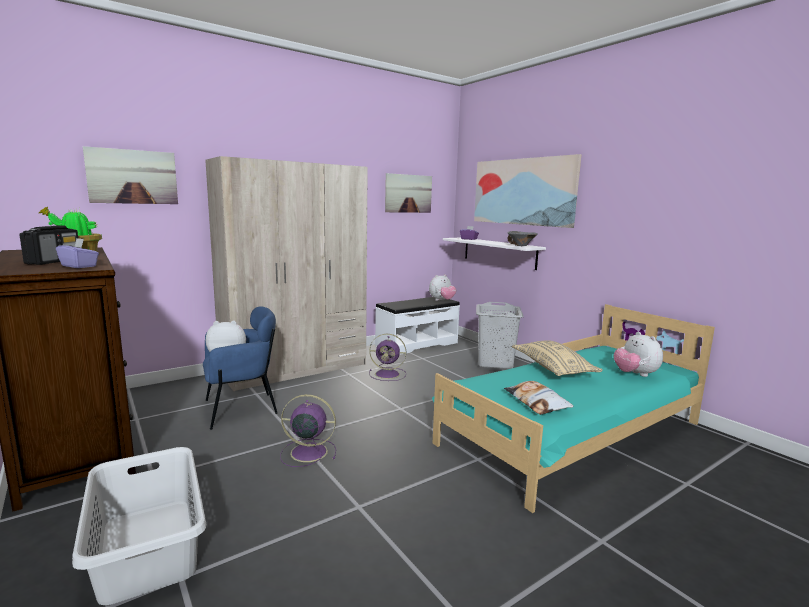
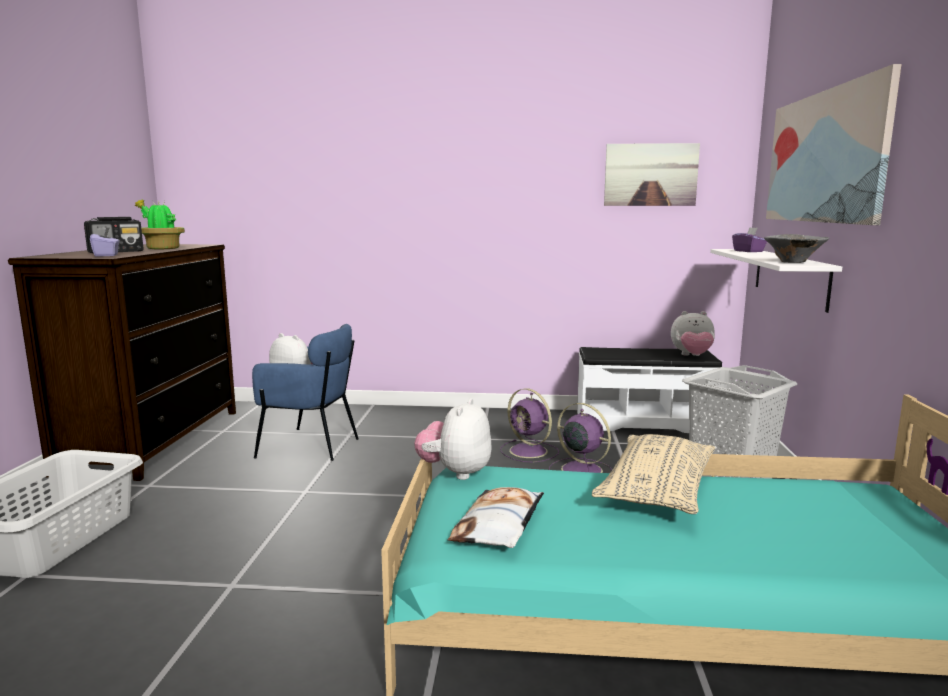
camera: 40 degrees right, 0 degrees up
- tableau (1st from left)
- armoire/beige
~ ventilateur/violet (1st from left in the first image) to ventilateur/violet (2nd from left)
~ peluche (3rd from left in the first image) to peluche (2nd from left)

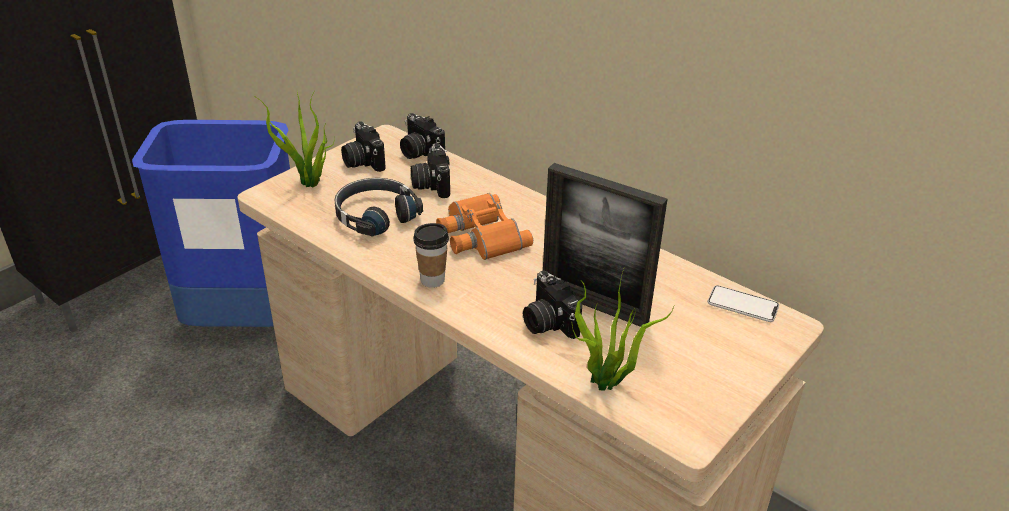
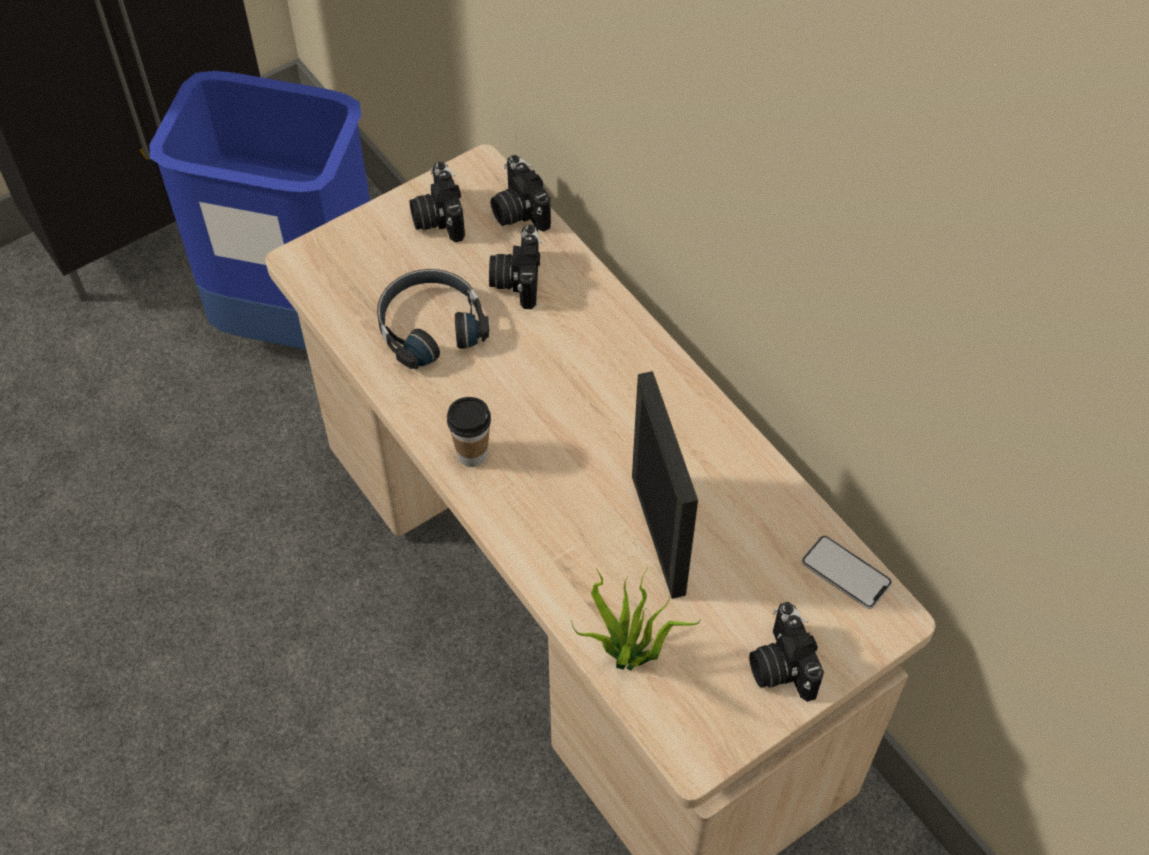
camera: 15 degrees right, 20 degrees up
- plante en pot (1st from left)
- jumelles/orange
~ appareil photo (4th from left)
~ cadre photo 150 degrees counterclockwise

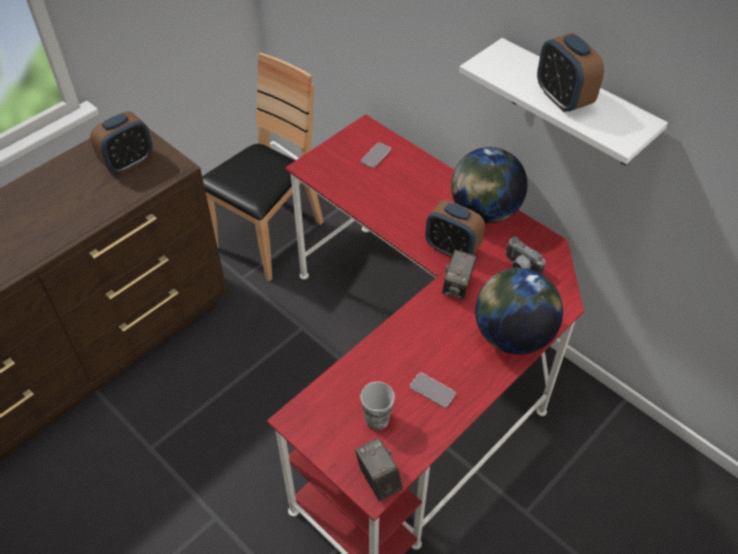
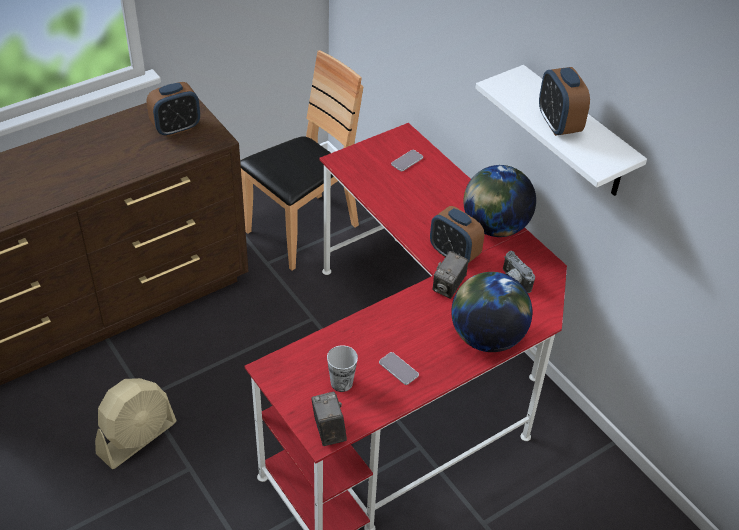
camera: 10 degrees right, 5 degrees down
+ ventilateur/beige

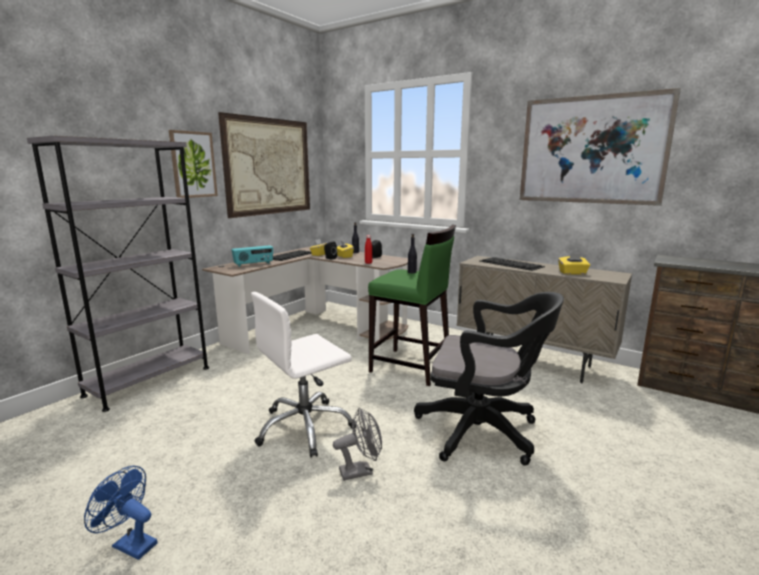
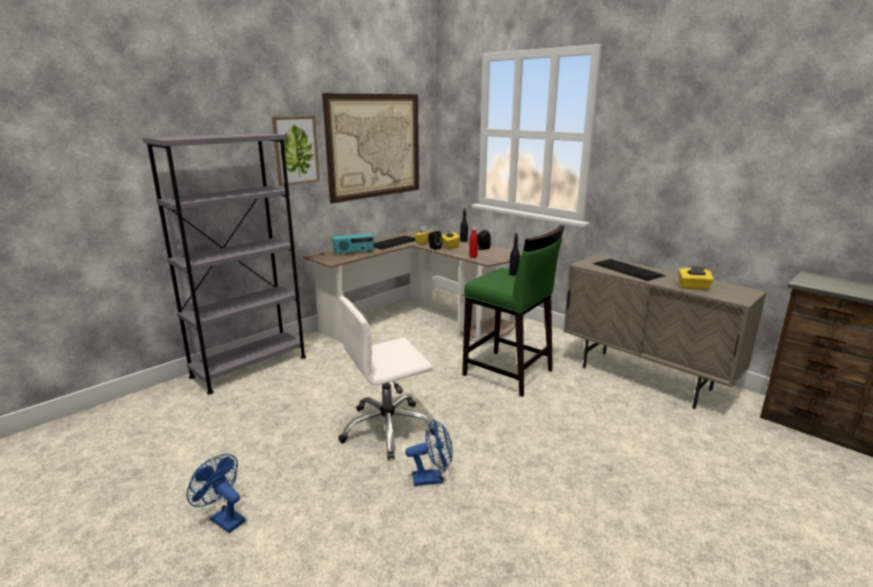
camera: 10 degrees right, 5 degrees up
~ ventilateur/gris to ventilateur/bleu (2nd from left)
- chaise de bureau/noir
- tableau (3rd from left)

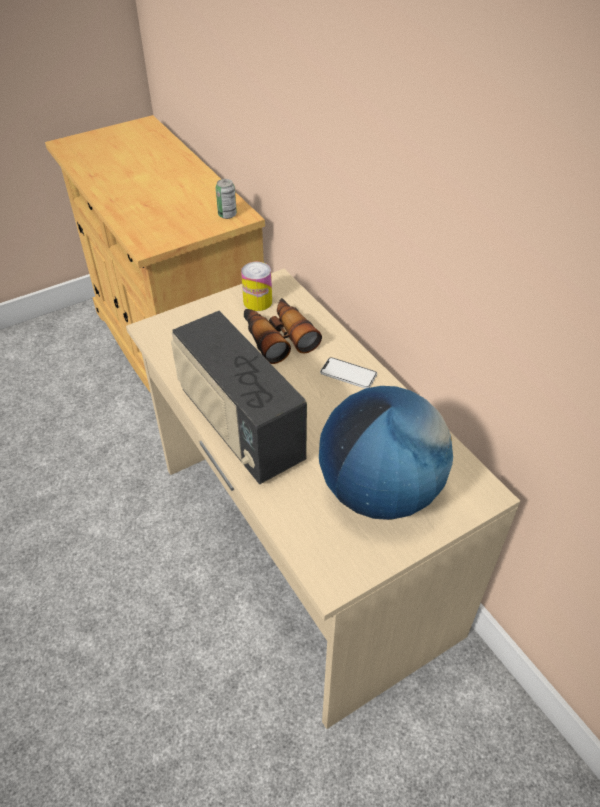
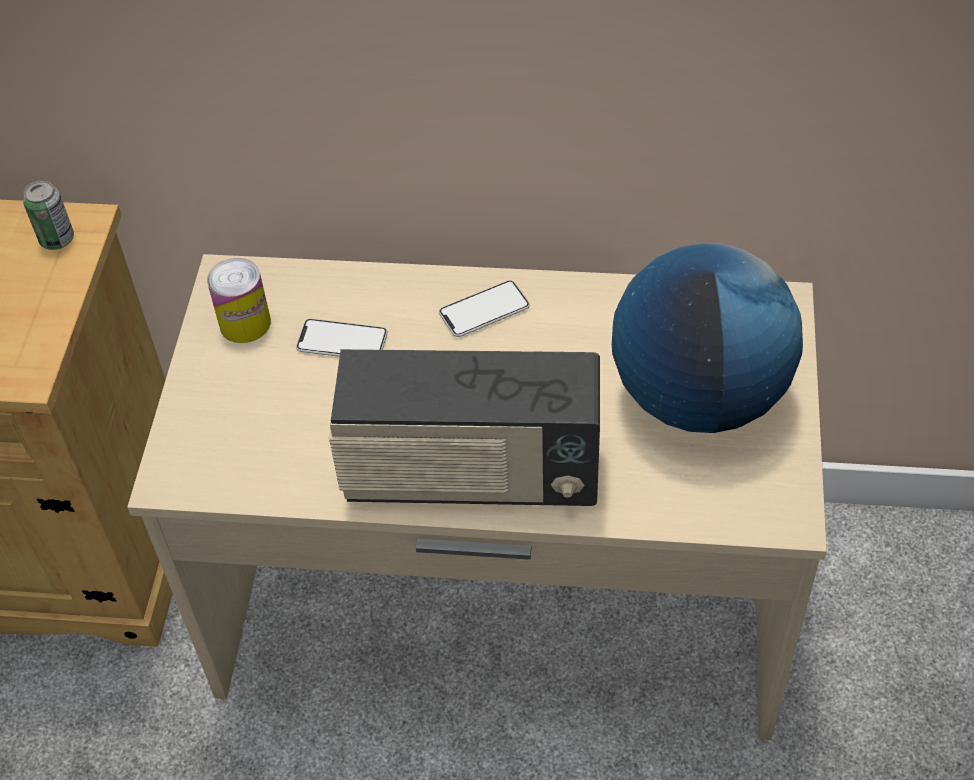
camera: 50 degrees left, 5 degrees up
~ jumelles to téléphone (1st from left)

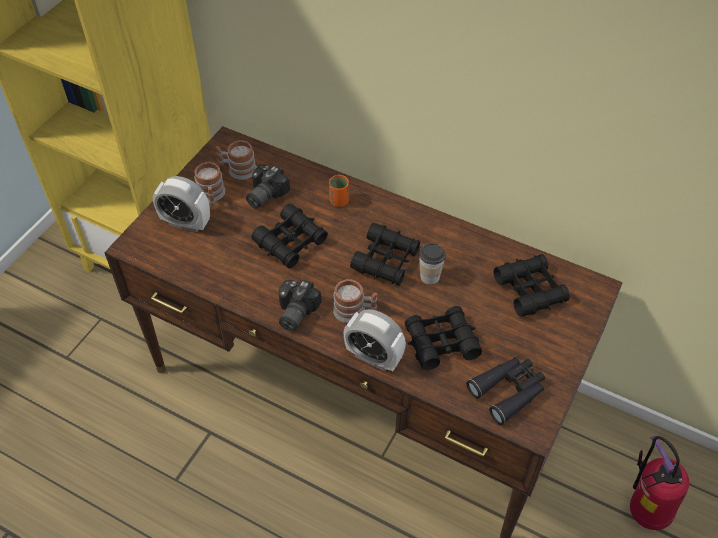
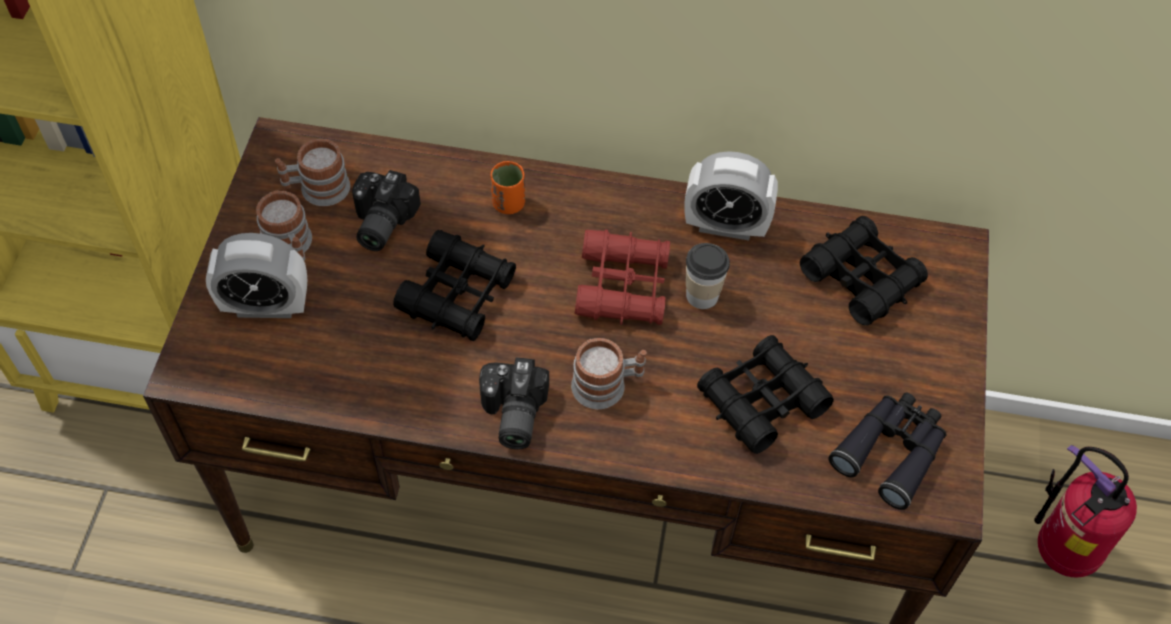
camera: 20 degrees left, 5 degrees up
~ réveil (2nd from left)
~ jumelles/noir (2nd from left) to jumelles/rouge

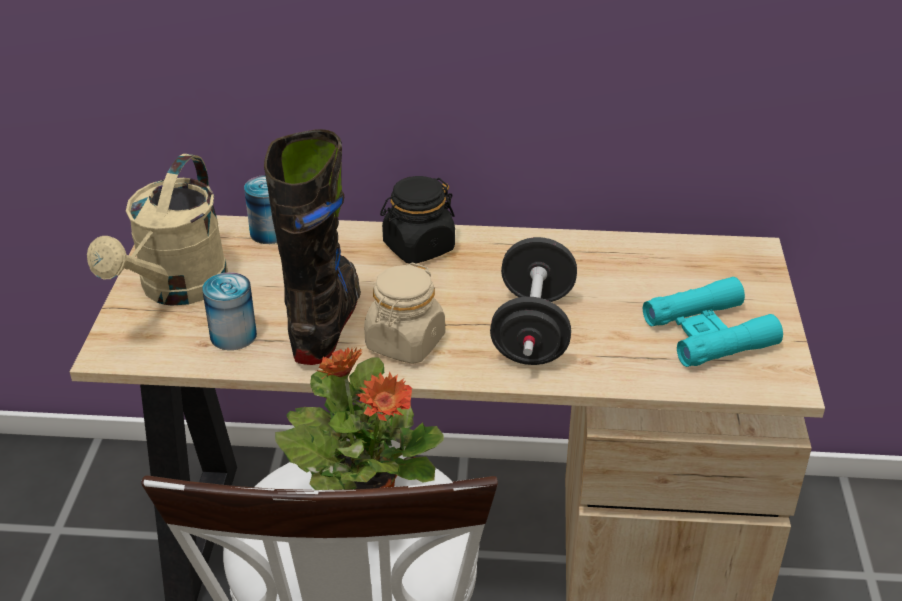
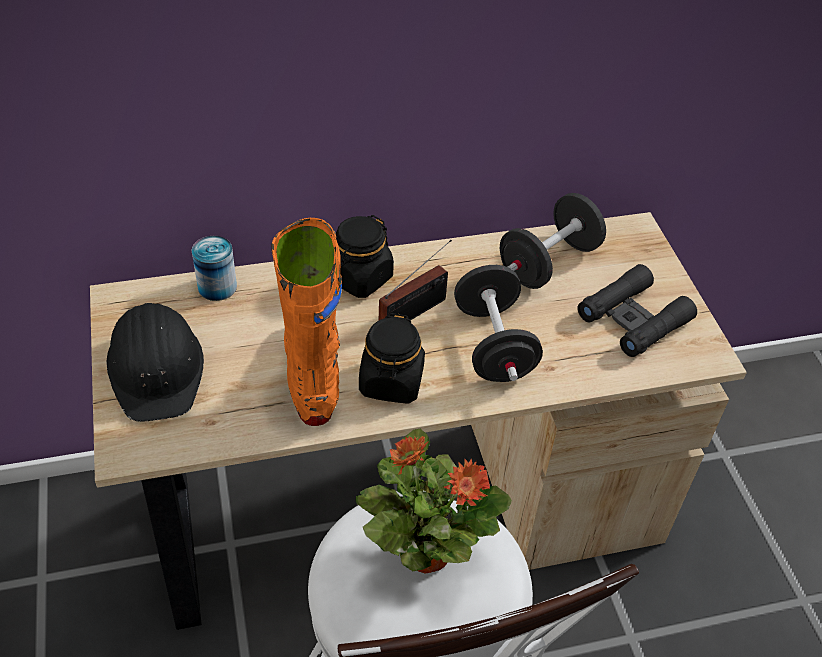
camera: 20 degrees left, 10 degrees up
~ arrosoir/beige to casque de chantier/noir
- boîte métallique (1st from left)
~ botte/noir to botte/orange
~ bocal/beige to bocal/noir (2nd from left)
~ jumelles/turquoise to jumelles/noir
+ radio
+ haltère/noir (2nd from left)

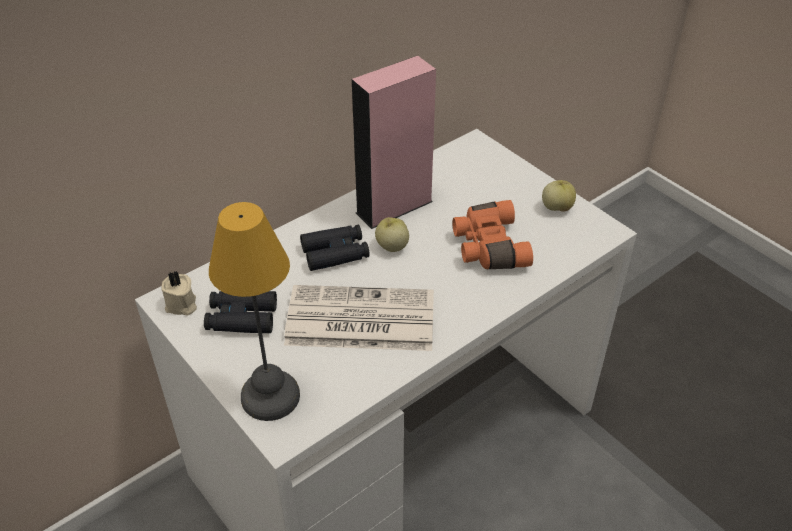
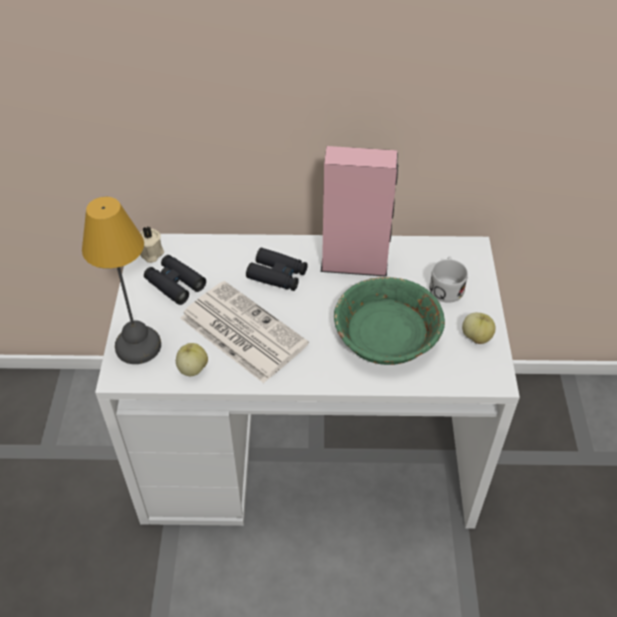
camera: 40 degrees right, 5 degrees up
~ pomme (1st from left)
~ jumelles/orange to bol/vert
+ mug/blanc

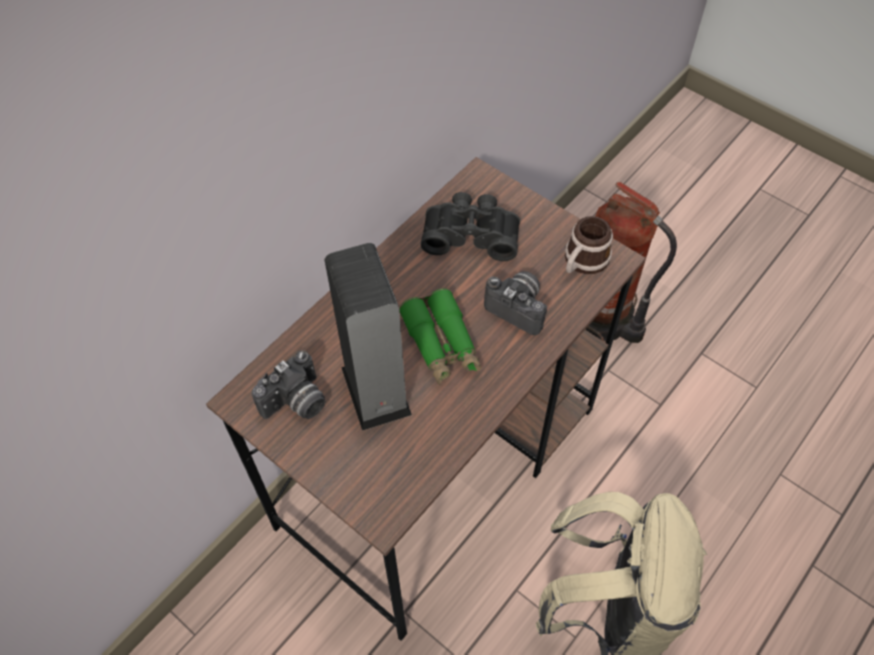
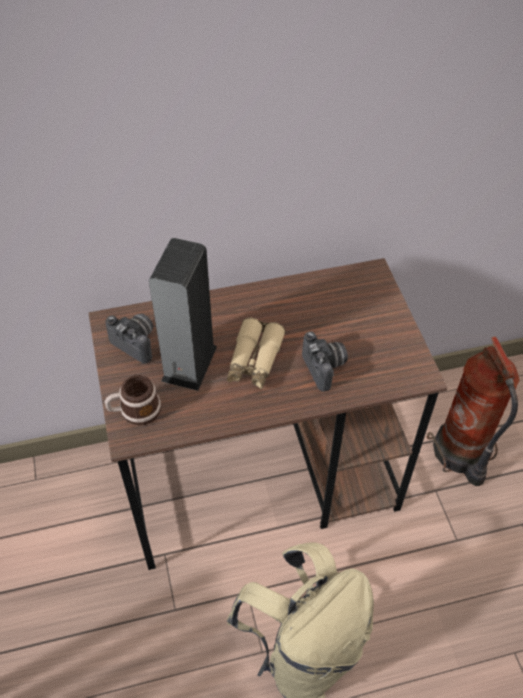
camera: 35 degrees right, 5 degrees down
~ appareil photo (1st from left) 135 degrees counterclockwise
~ jumelles/vert to jumelles/beige
- jumelles/noir
~ mug

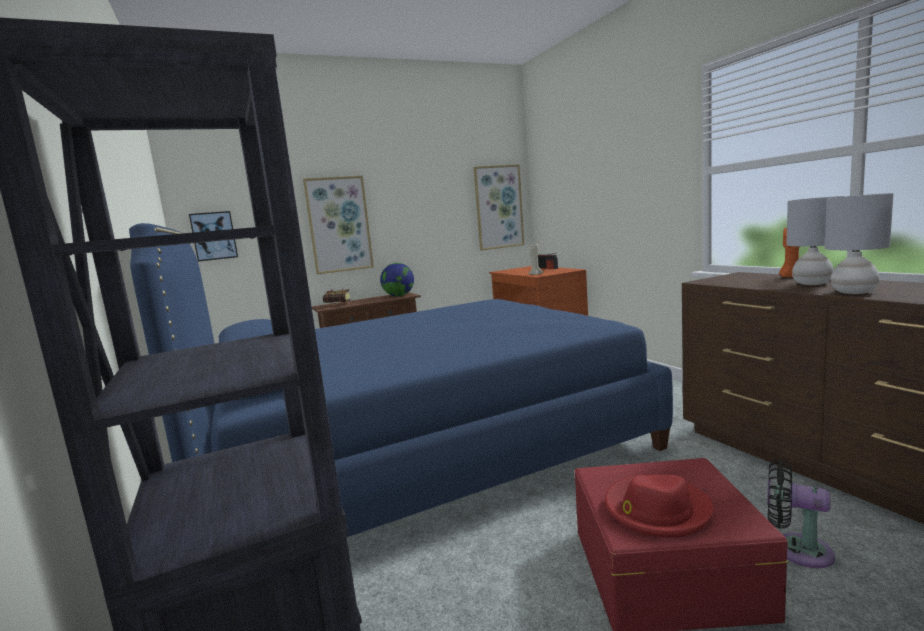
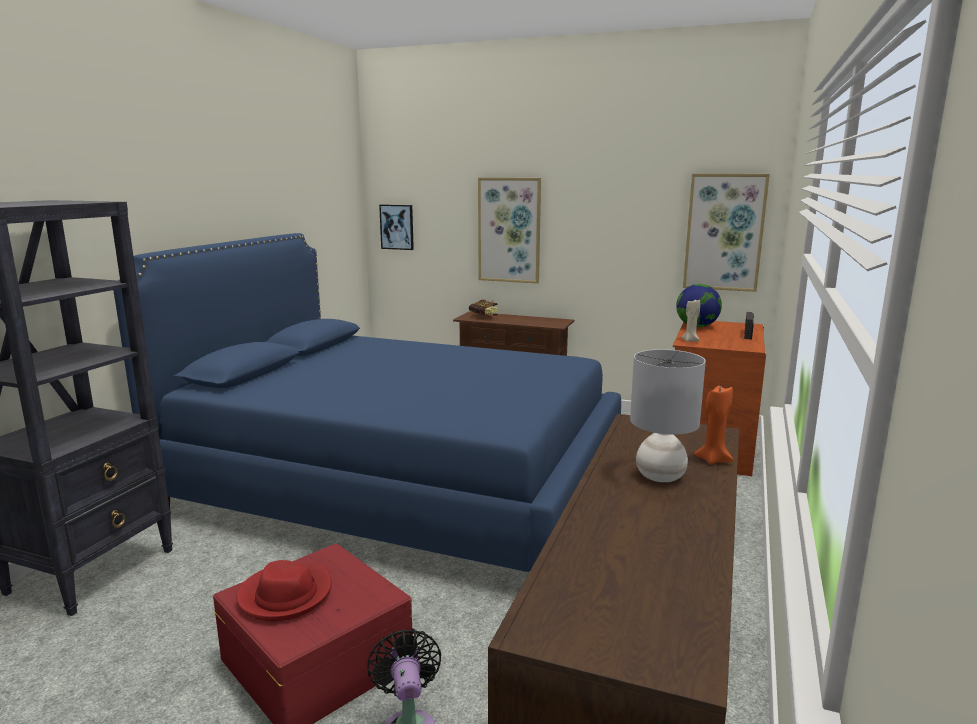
camera: 45 degrees right, 5 degrees up
~ globe
- lampe de table/gris (2nd from left)

